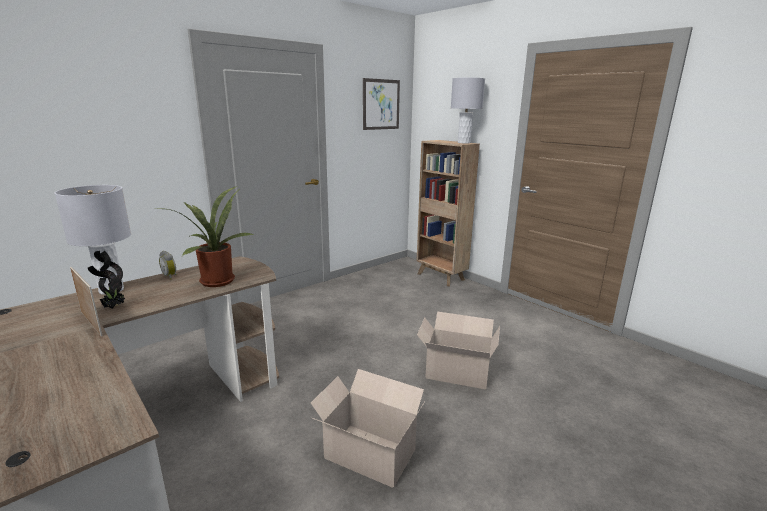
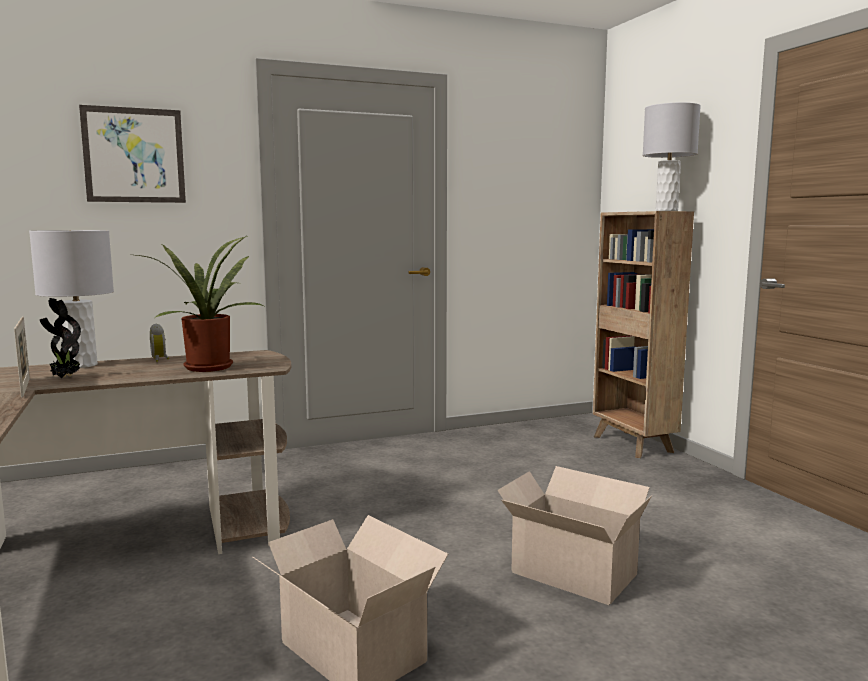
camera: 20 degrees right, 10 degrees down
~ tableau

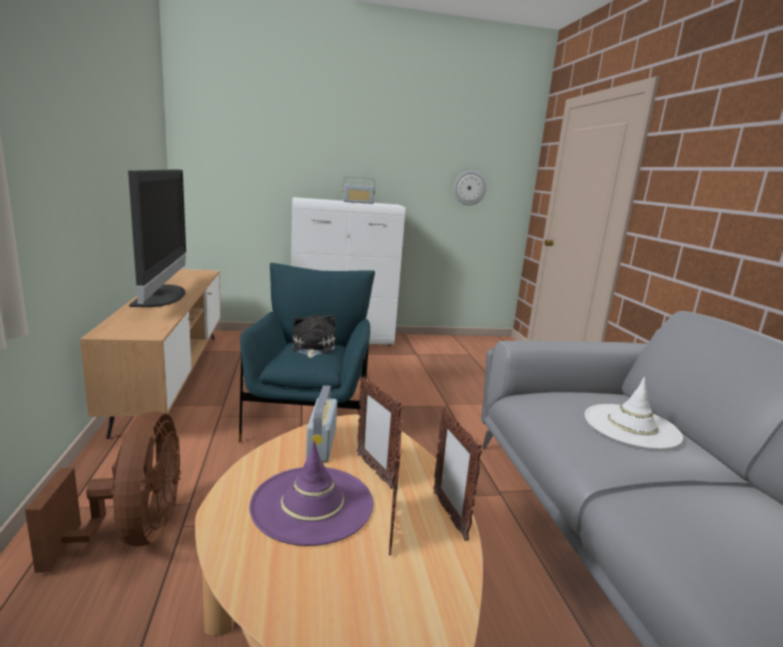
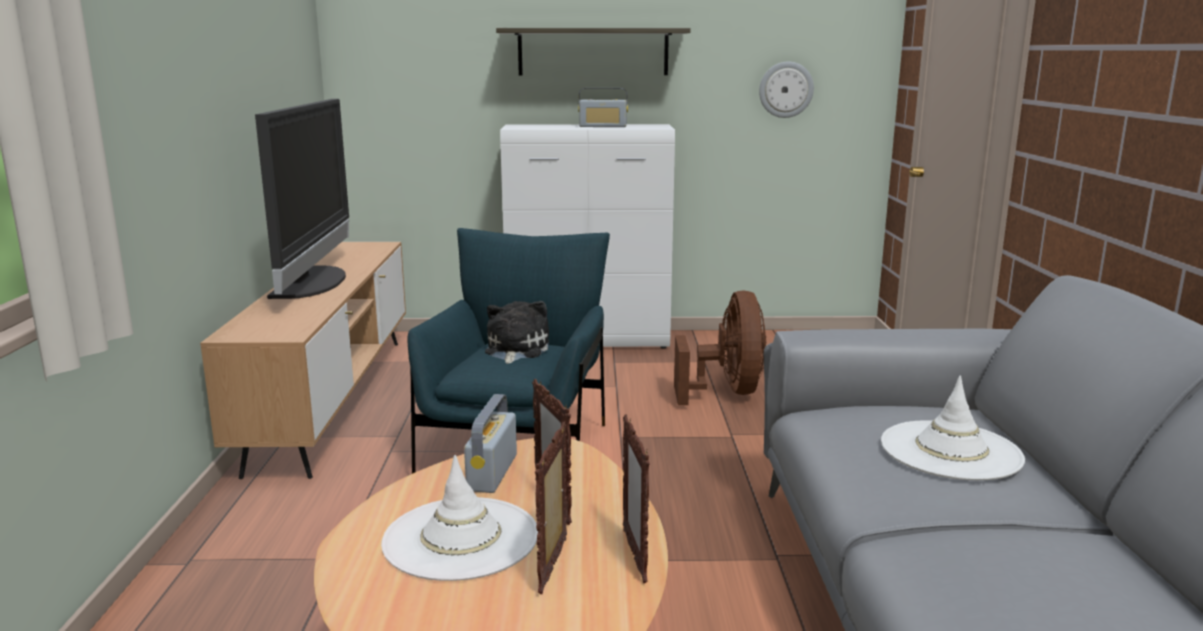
camera: 10 degrees right, 0 degrees up
~ ventilateur/marron
~ chapeau/violet to chapeau/blanc (1st from left)
+ étagère

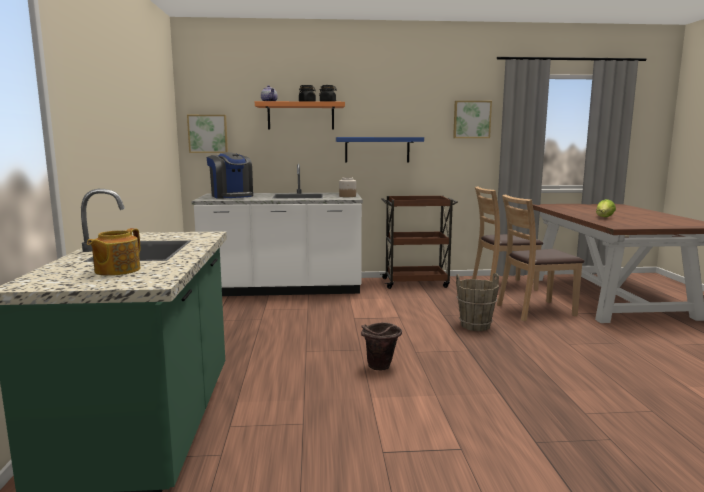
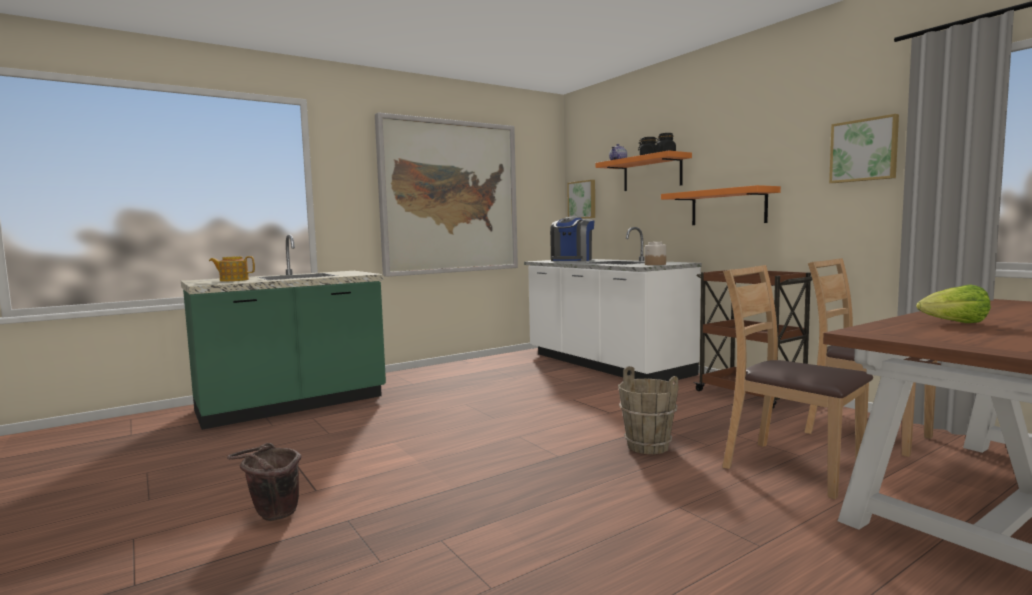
camera: 60 degrees right, 5 degrees down
~ étagère/bleu to étagère/orange (2nd from left)
~ seau/marron (1st from left)
+ tableau (1st from left)

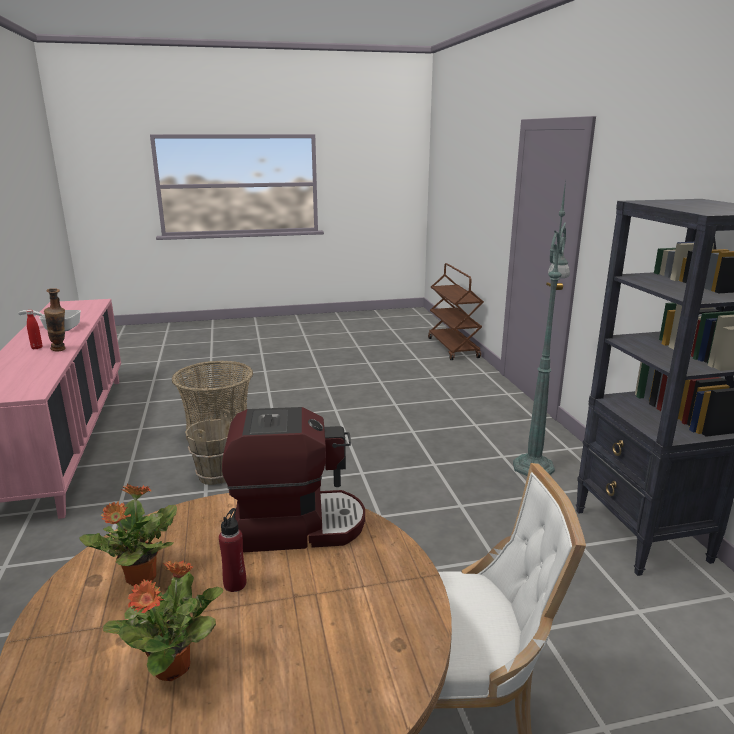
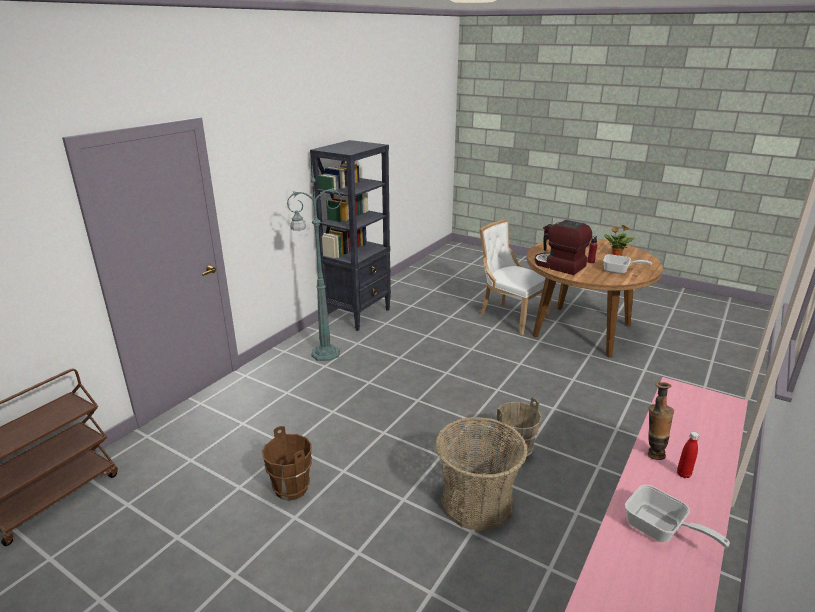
camera: 135 degrees left, 5 degrees up
~ plante en pot (1st from left) to poêle (1st from left)
+ seau/marron (1st from left)

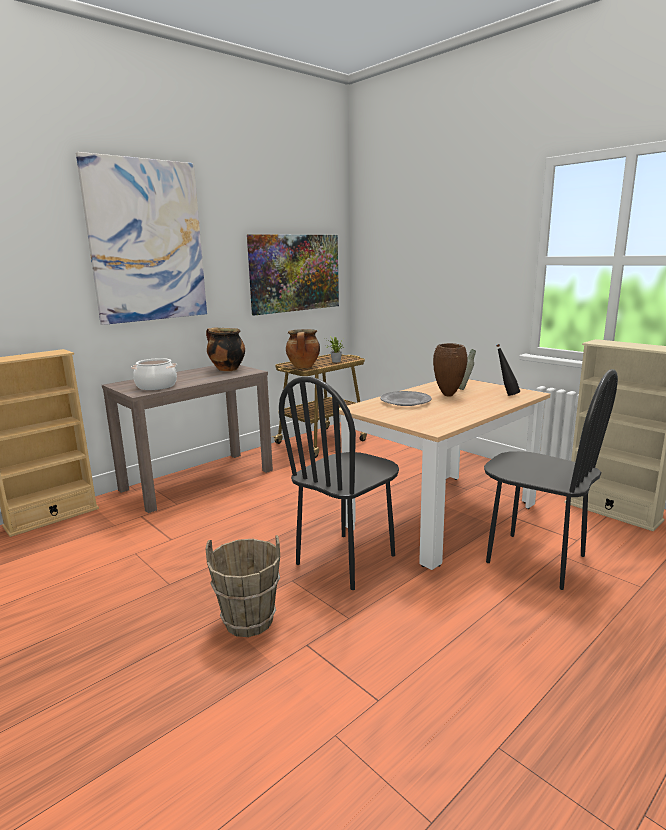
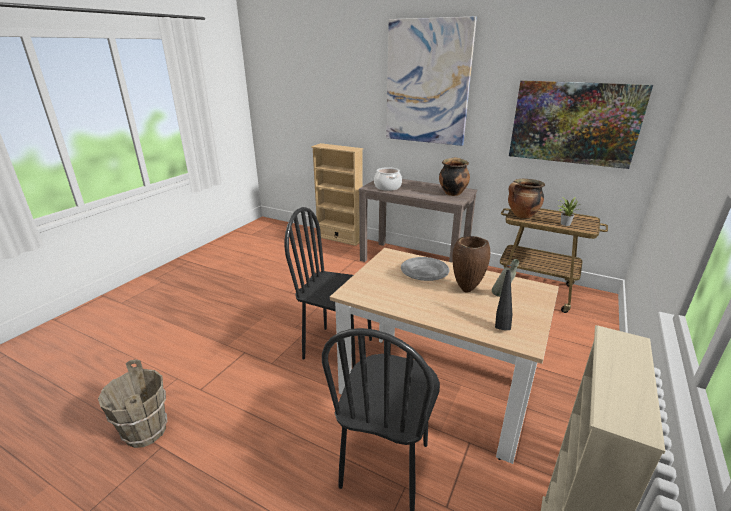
camera: 70 degrees right, 10 degrees up
~ seau/marron

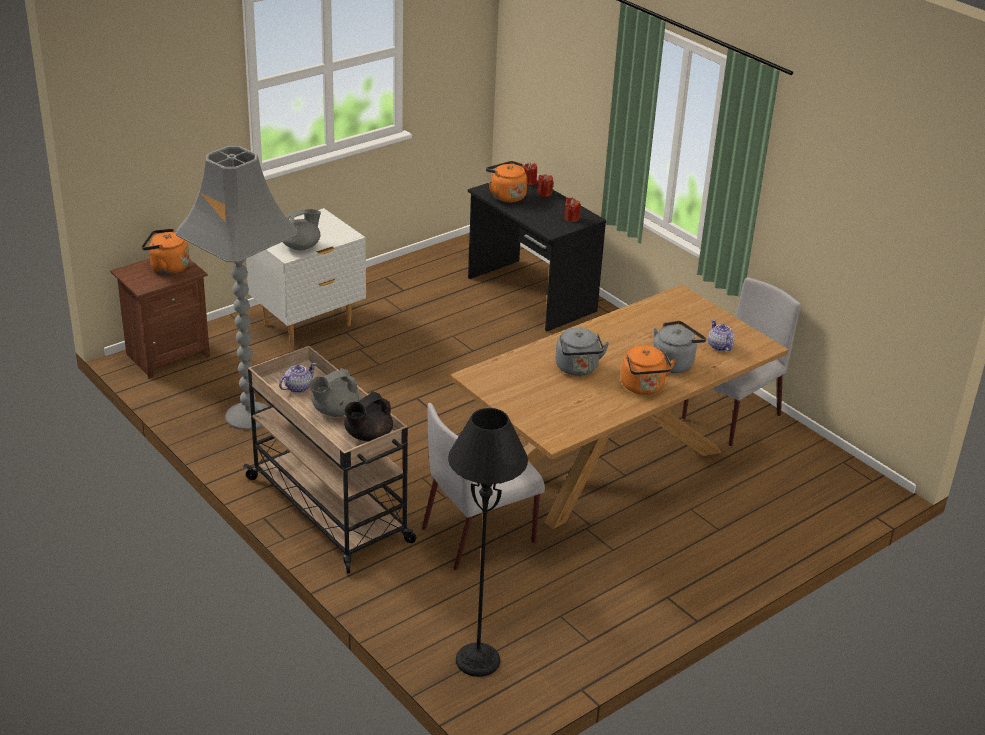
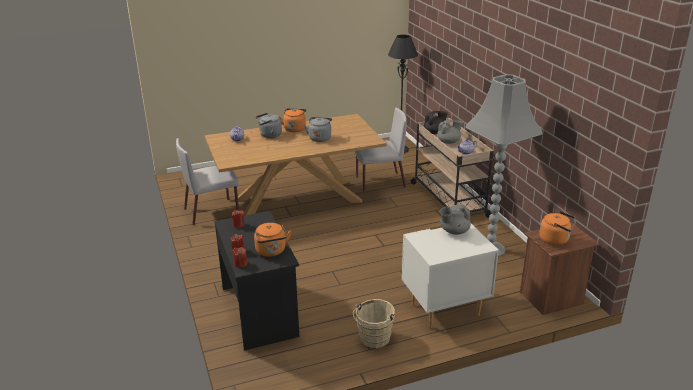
camera: 160 degrees left, 5 degrees down
+ seau/beige

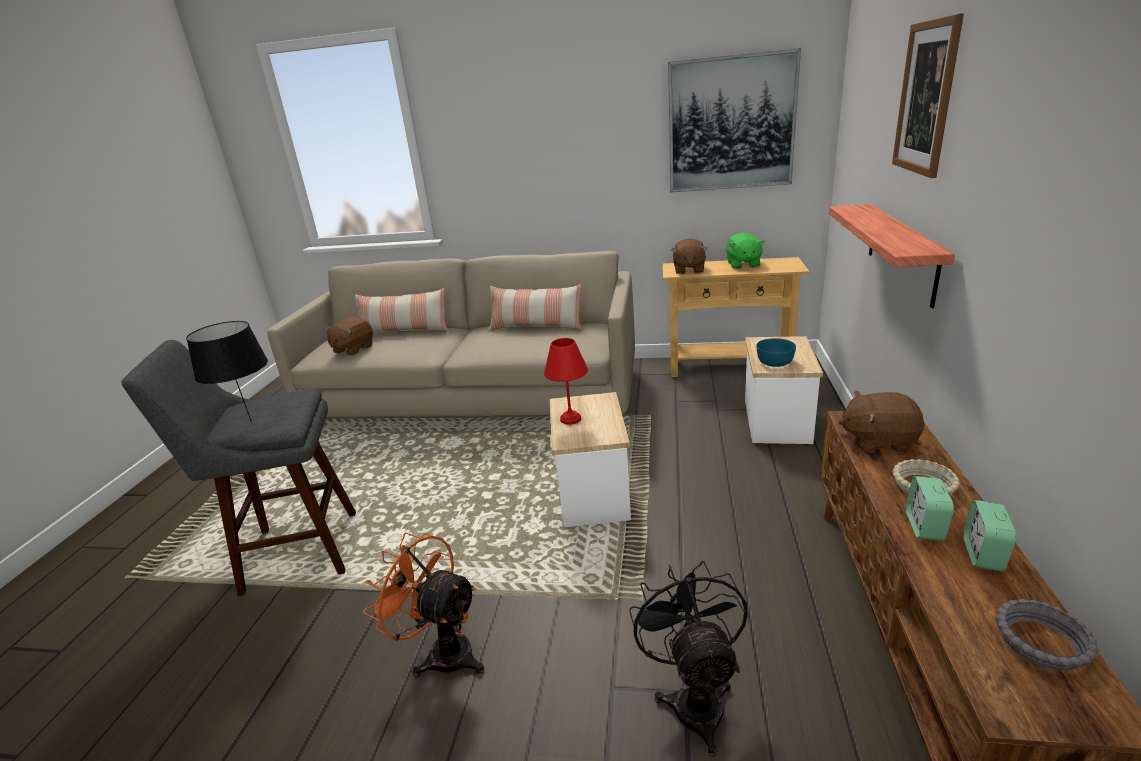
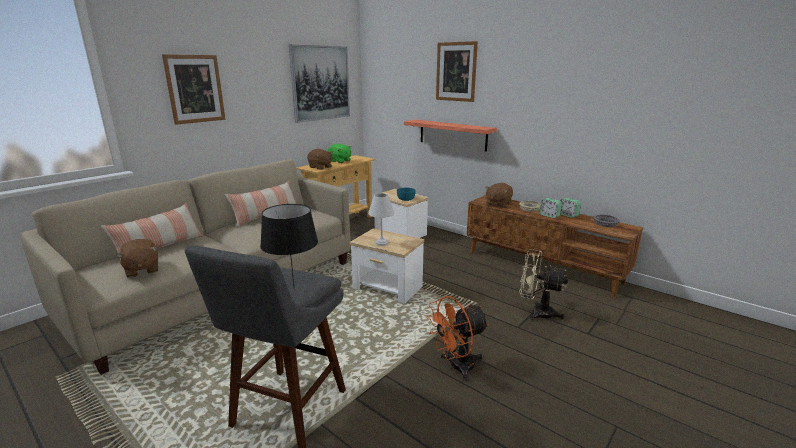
camera: 60 degrees left, 5 degrees down
~ lampe de table/rouge to lampe de table/blanc
~ ventilateur/noir to ventilateur/beige
+ tableau (1st from left)

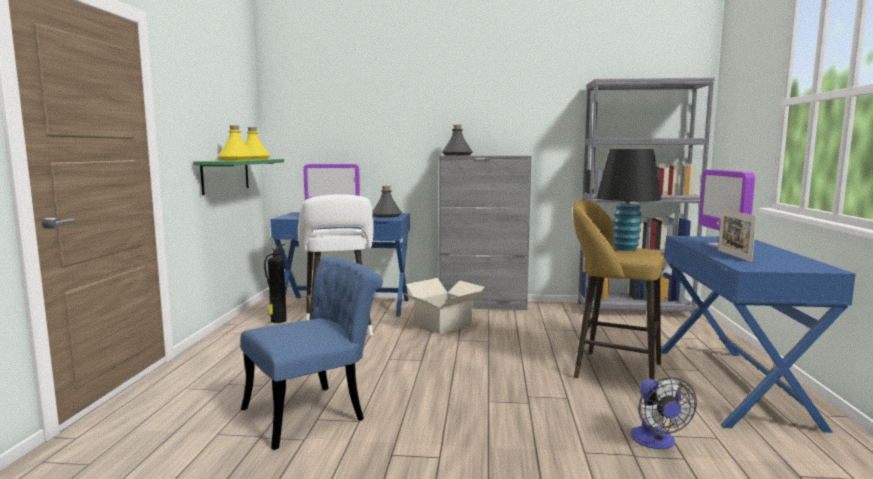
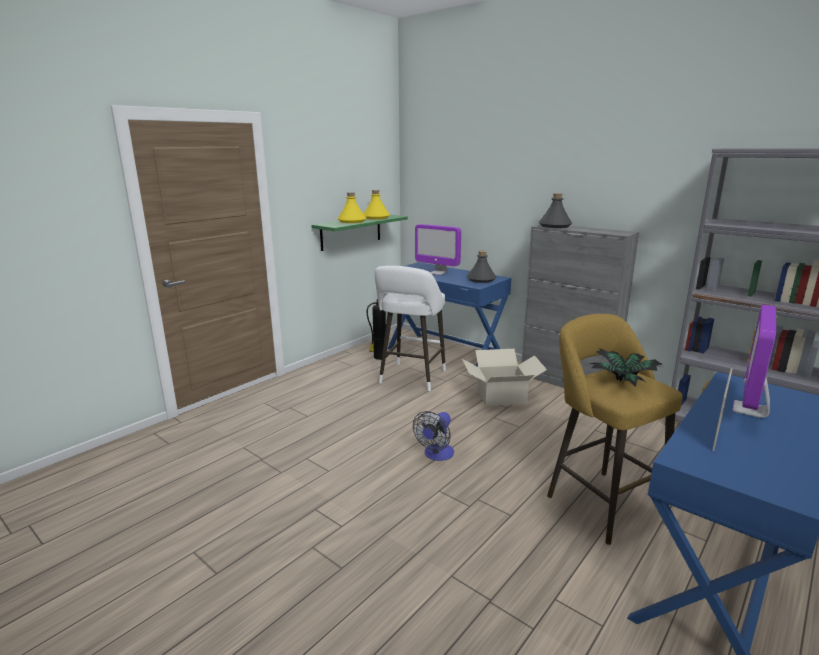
camera: 35 degrees right, 10 degrees up
- chaise/bleu
~ lampe de table/noir to plante en pot
~ ventilateur

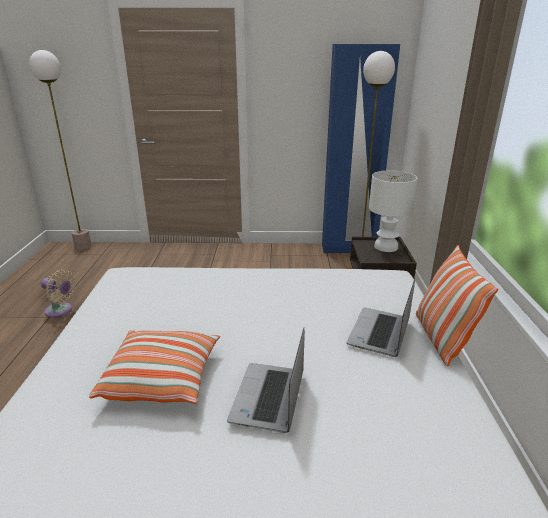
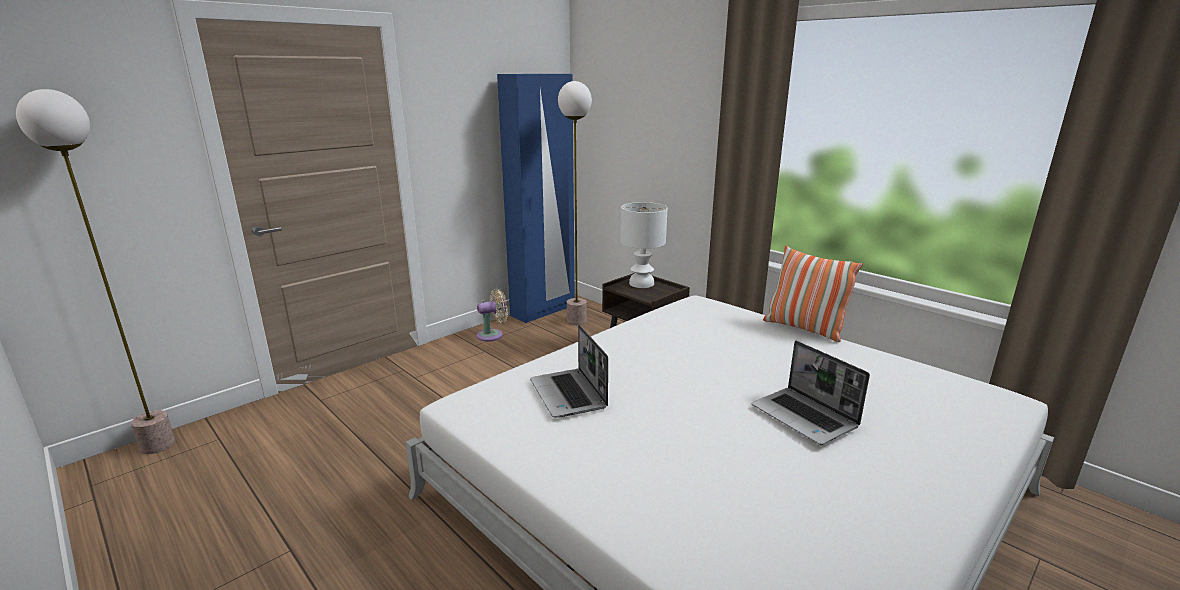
camera: 45 degrees left, 5 degrees down
~ ventilateur/beige
- coussin (1st from left)
~ ordinateur portable (2nd from left in the first image) to ordinateur portable (1st from left)

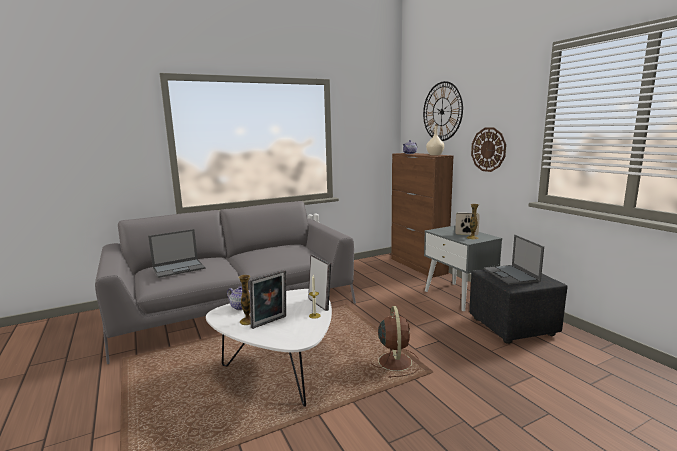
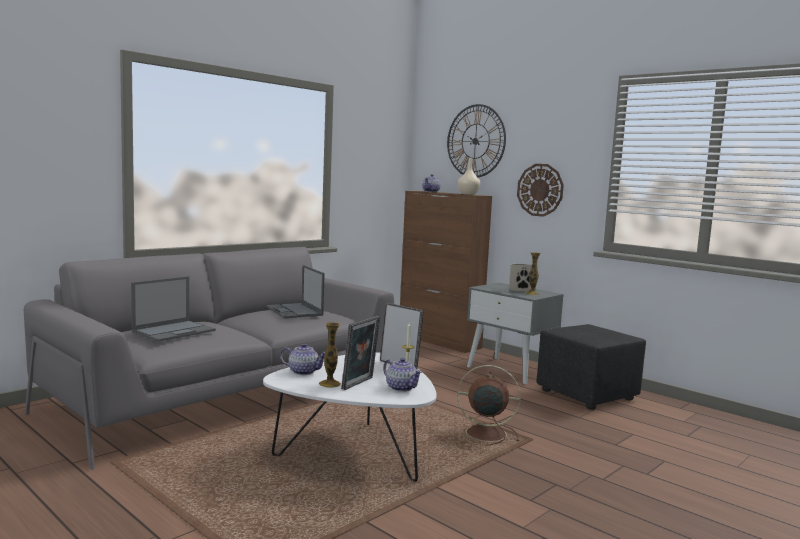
camera: 20 degrees left, 5 degrees down
~ ventilateur/marron 60 degrees counterclockwise
~ ordinateur portable (2nd from left)
+ théière (2nd from left)

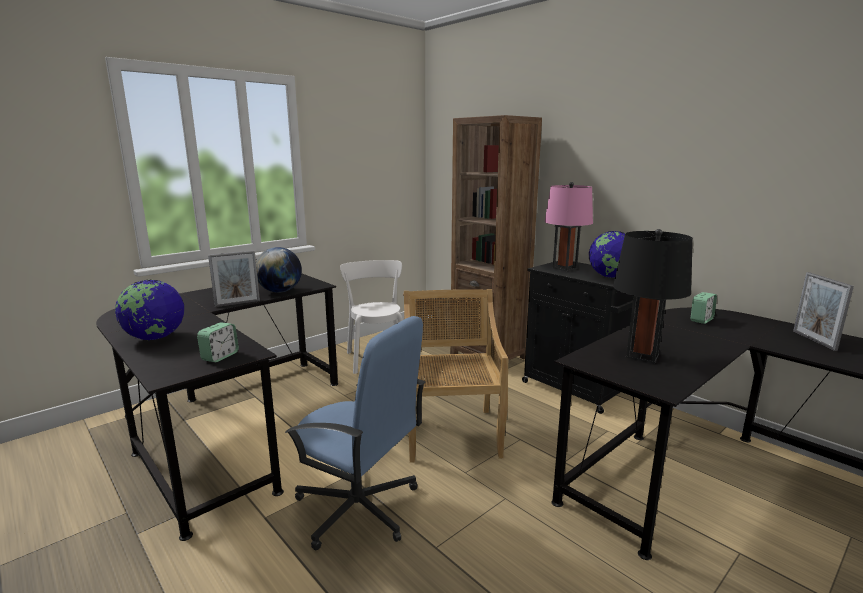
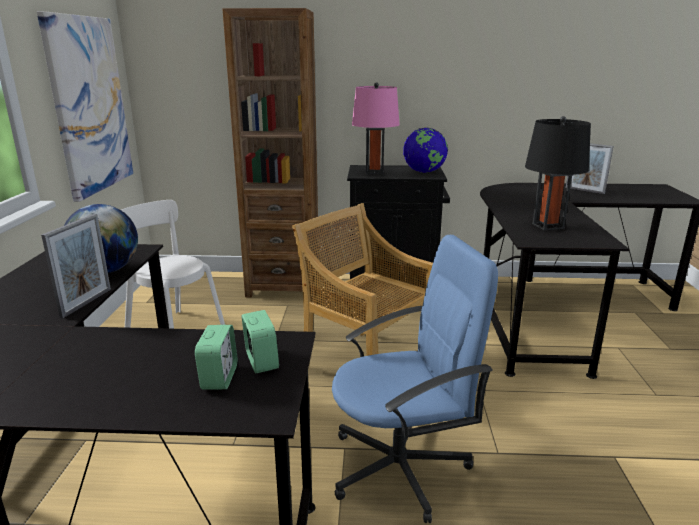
camera: 45 degrees left, 5 degrees up
- globe (1st from left)
~ réveil (2nd from left in the first image) to réveil (1st from left)
+ tableau

